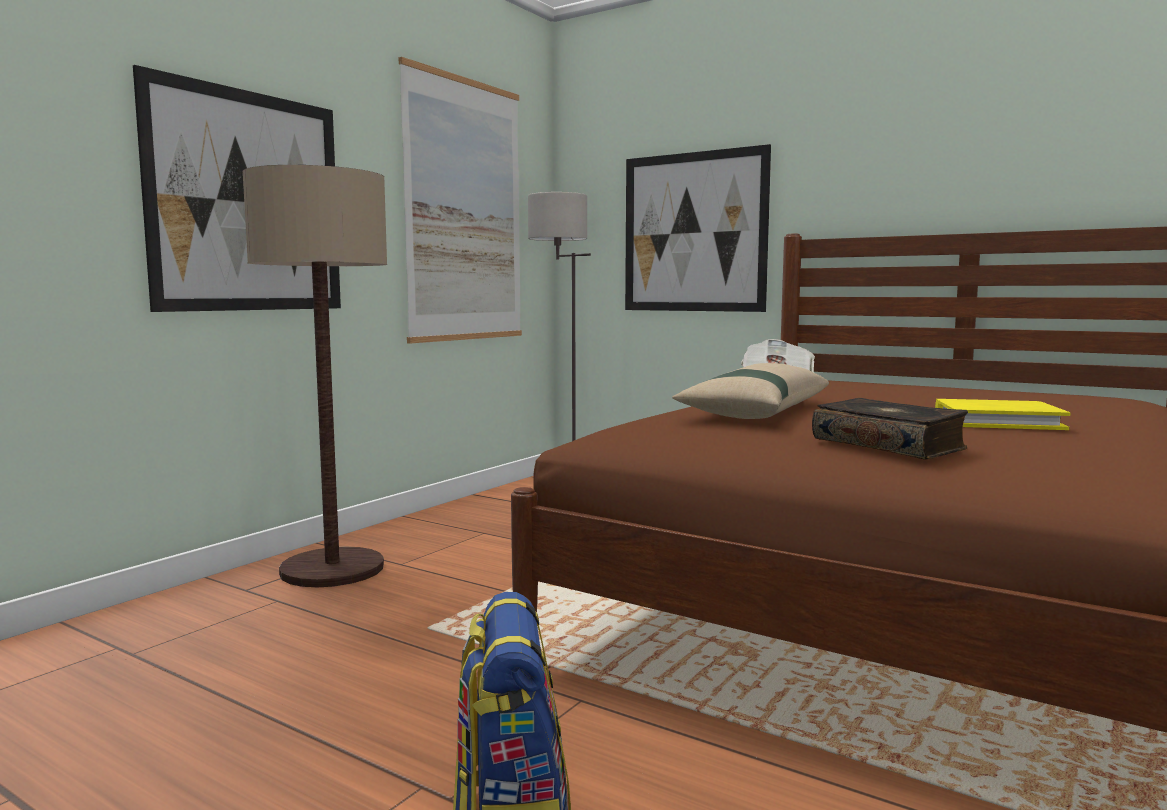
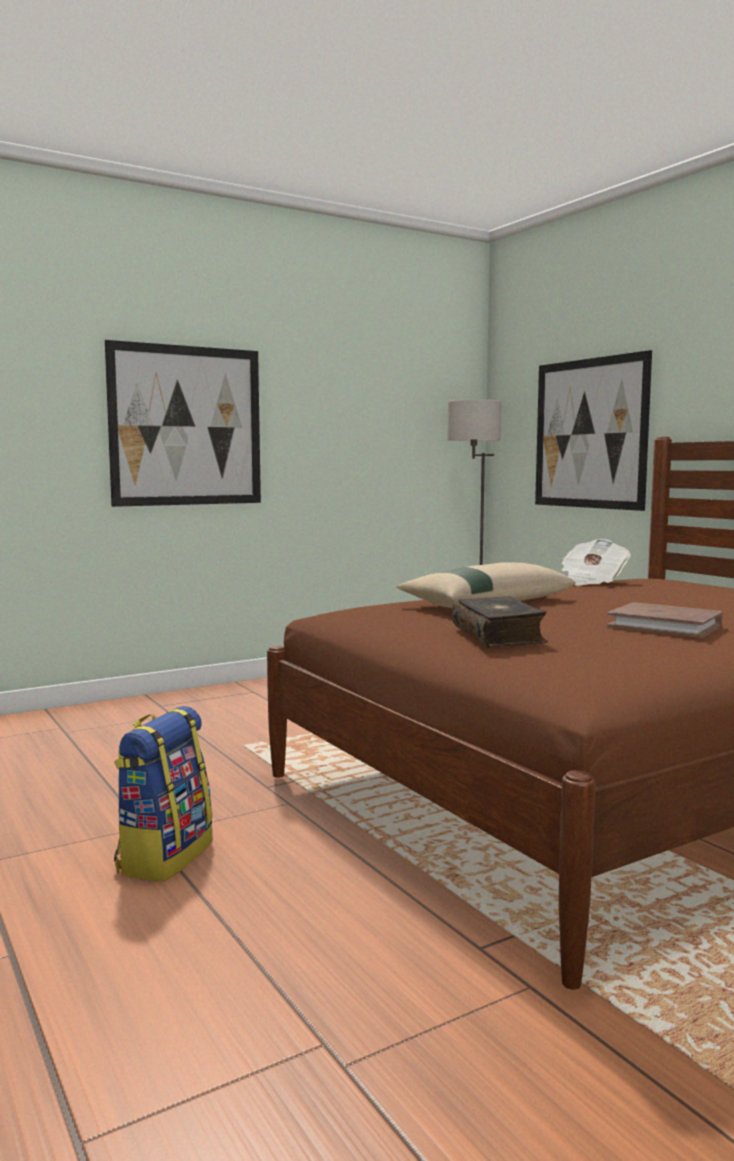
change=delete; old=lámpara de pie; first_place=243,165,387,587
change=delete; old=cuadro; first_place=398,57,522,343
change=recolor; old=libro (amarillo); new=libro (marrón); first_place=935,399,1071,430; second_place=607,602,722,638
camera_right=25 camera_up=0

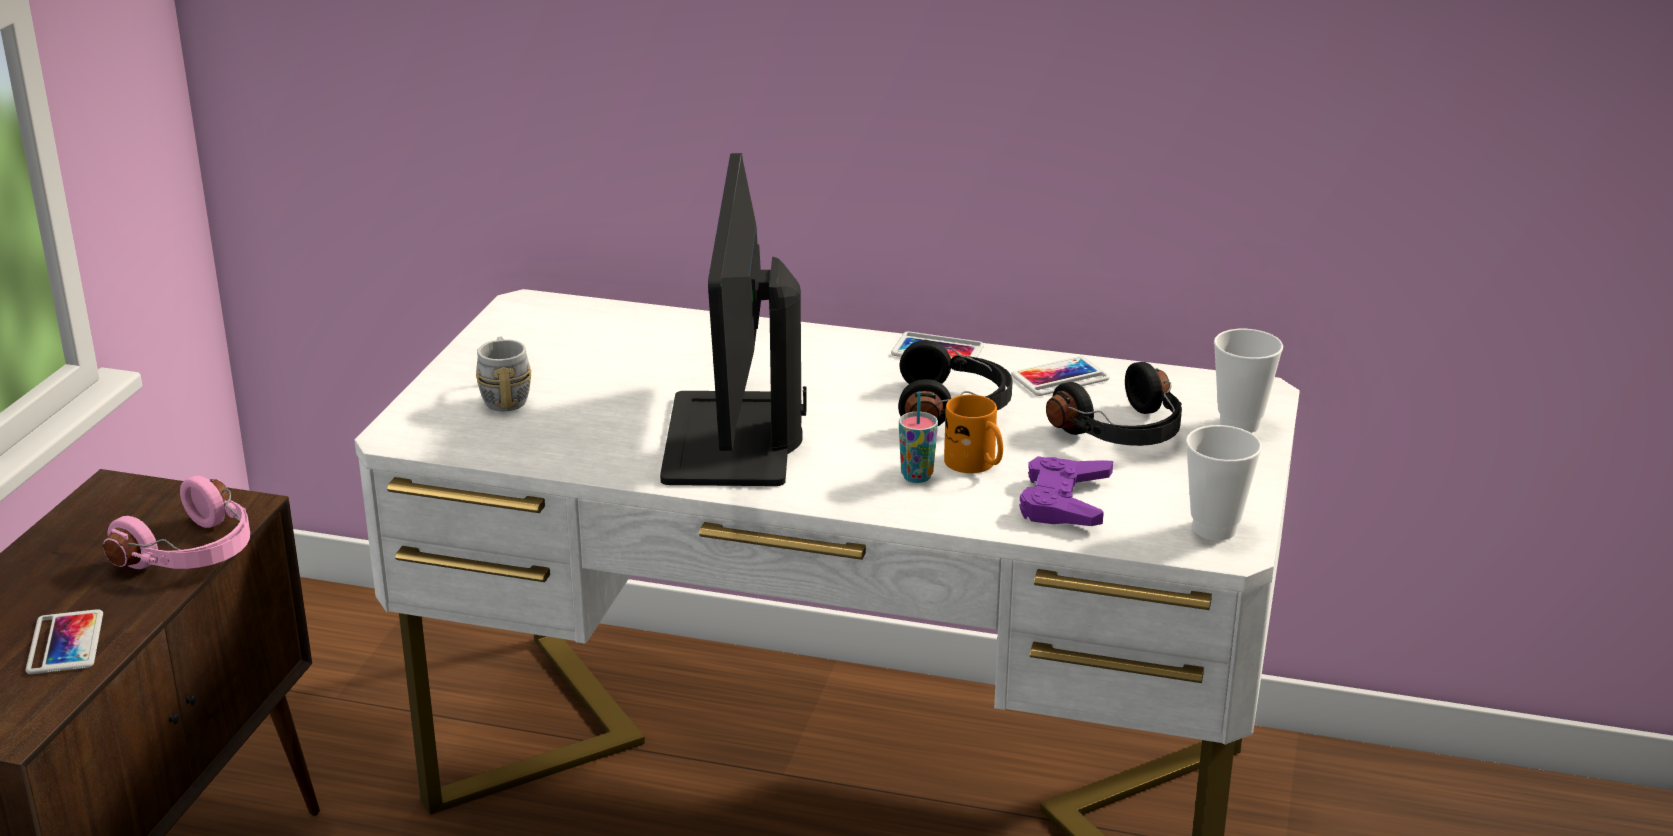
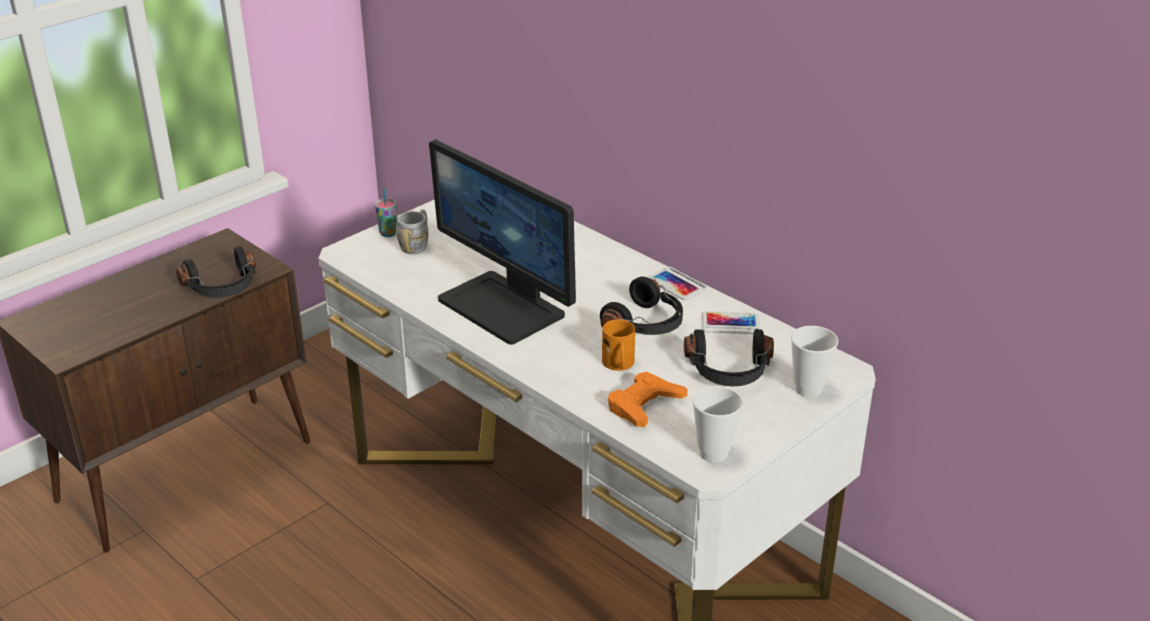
change=delete; old=móvil; first_place=25,609,103,674
change=recolor; old=auriculares (rosa); new=auriculares (negro); first_place=103,476,250,569; second_place=176,246,256,298
change=rotate; old=monitor; first_place=660,153,807,486; second_place=429,139,576,345; degrees=-75
change=move; old=taza; first_place=899,392,938,483; second_place=375,188,397,237
change=recolor; old=mando de consola (morado); new=mando de consola (naranja); first_place=1019,456,1113,526; second_place=608,372,688,427
camera_right=30 camera_up=5

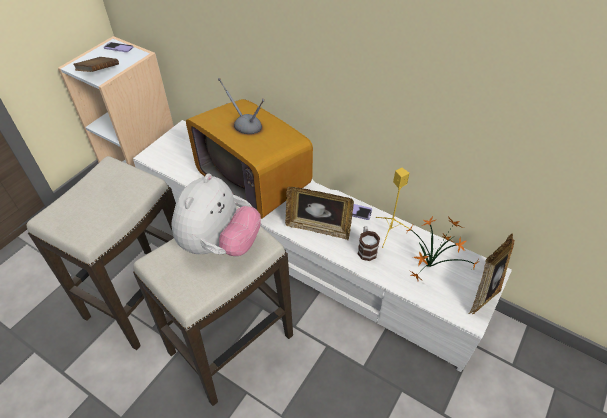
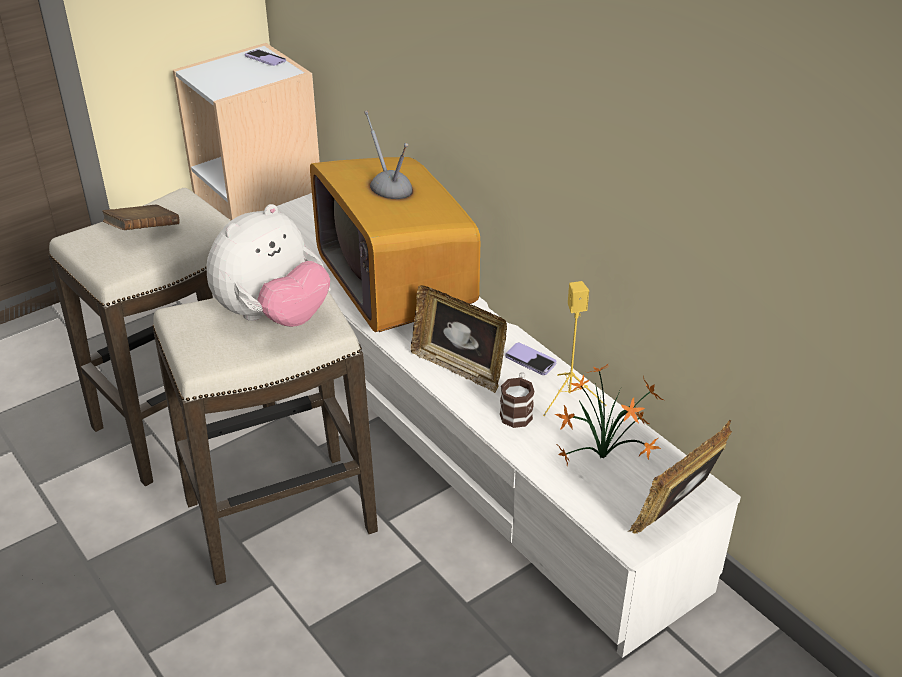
change=move; old=libro (marrón); first_place=73,57,119,72; second_place=102,205,179,230
camera_right=20 camera_up=-10

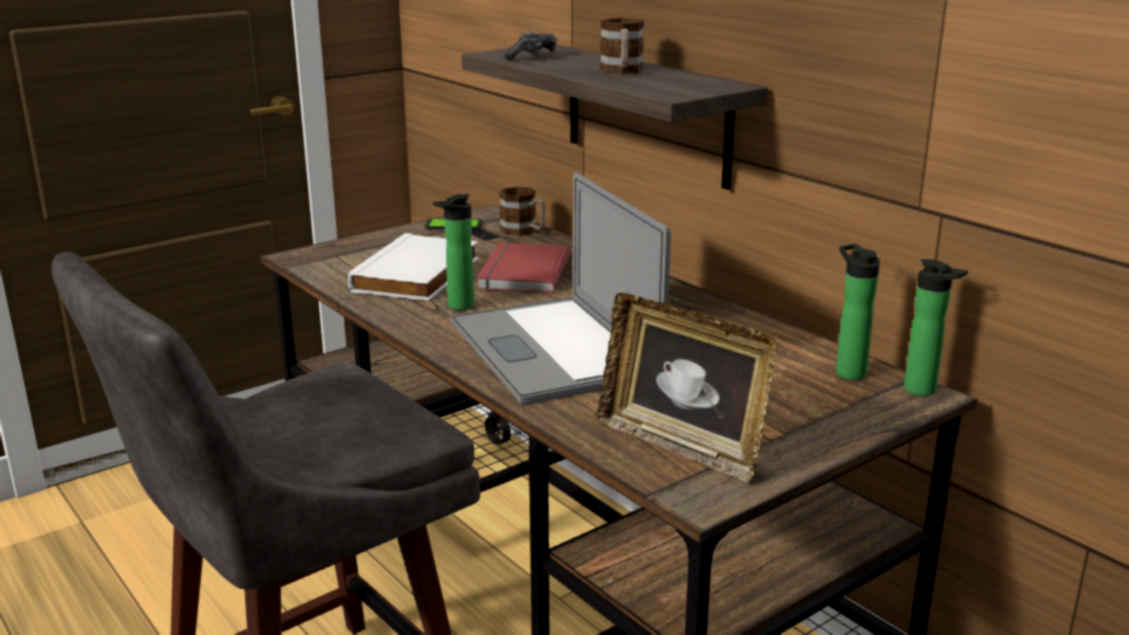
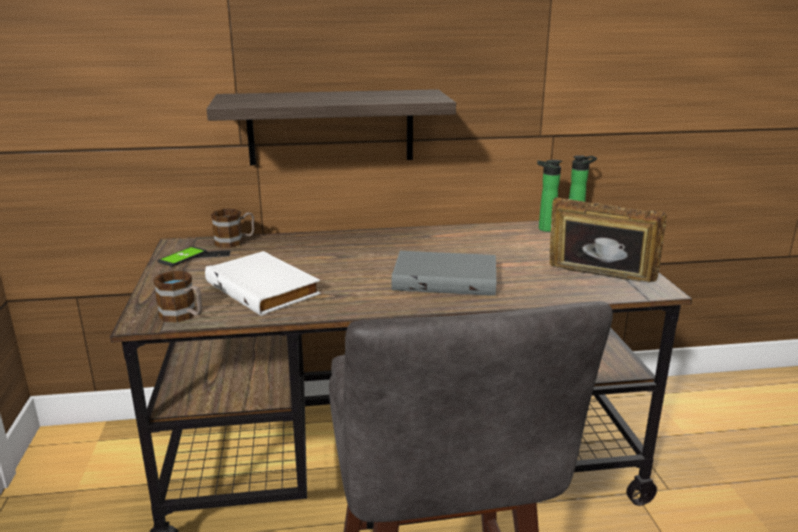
change=delete; old=botella; first_place=433,194,474,310
change=replace; old=portátil; new=libro (gris); first_place=451,172,671,404; second_place=392,251,497,296
change=delete; old=libro (rojo); first_place=476,242,571,293
change=delete; old=mando de consola; first_place=504,31,557,60
change=rotate; old=portarretratos; first_place=597,293,776,483; second_place=550,197,666,282; degrees=-135
change=move; old=taza grande; first_place=600,18,644,74; second_place=153,271,202,323
camera_right=-60 camera_up=0

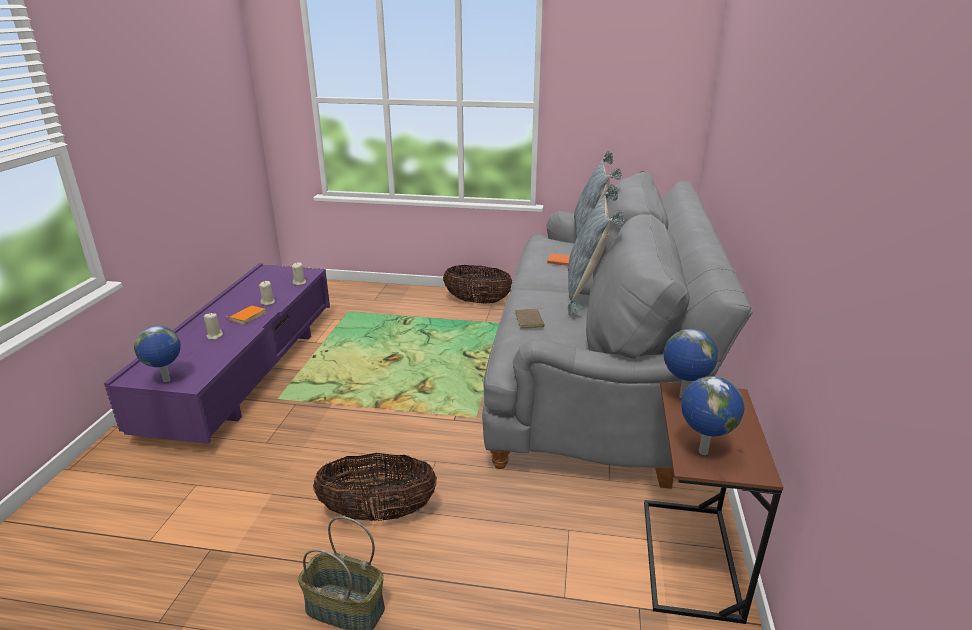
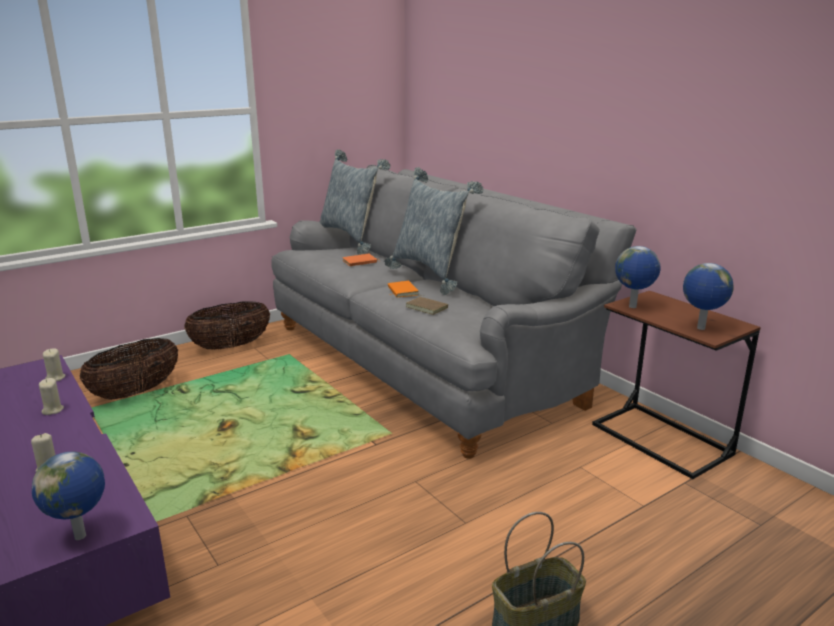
change=move; old=libro (naranja); first_place=225,306,266,324; second_place=388,281,418,297
change=move; old=cesta; first_place=313,453,437,521; second_place=80,338,178,400
camera_right=-45 camera_up=-5

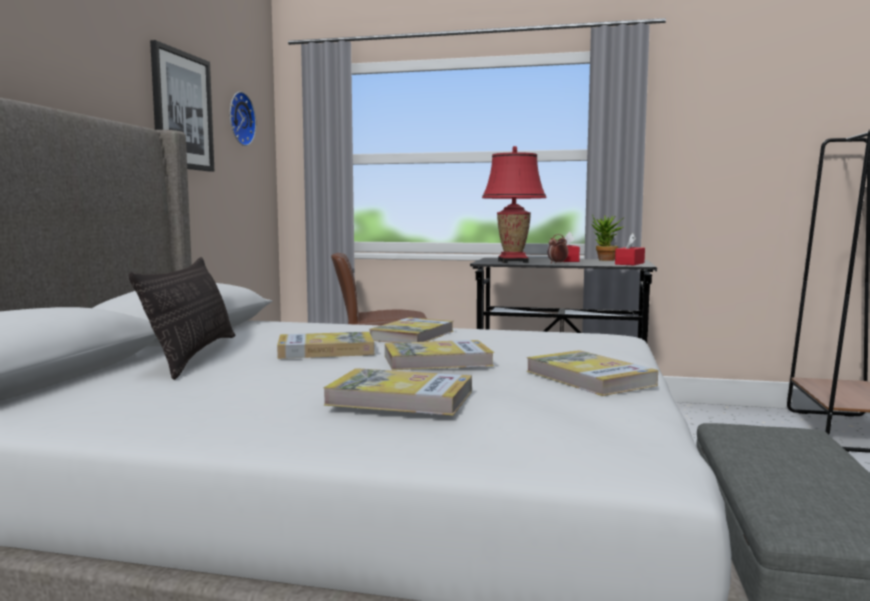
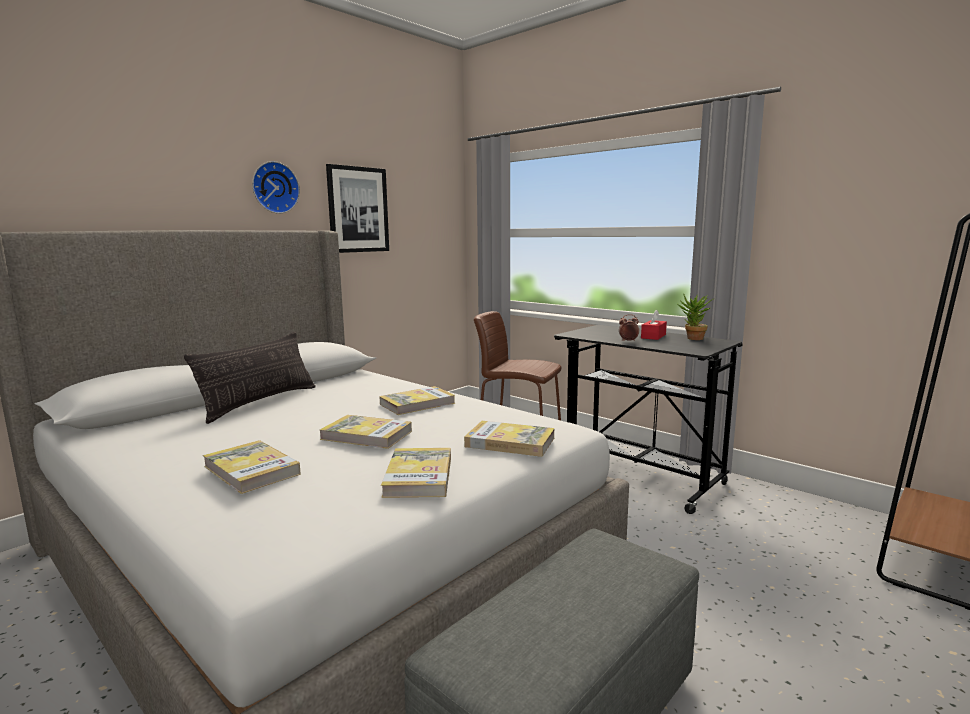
change=move; old=reloj de pared; first_place=230,92,256,146; second_place=252,161,300,214
change=move; old=libro; first_place=277,332,374,359; second_place=464,421,555,457
change=delete; old=lámpara de mesa (rojo); first_place=482,146,547,263
change=delete; old=caja de pañuelos (rojo); first_place=615,233,645,265
camera_right=30 camera_up=5

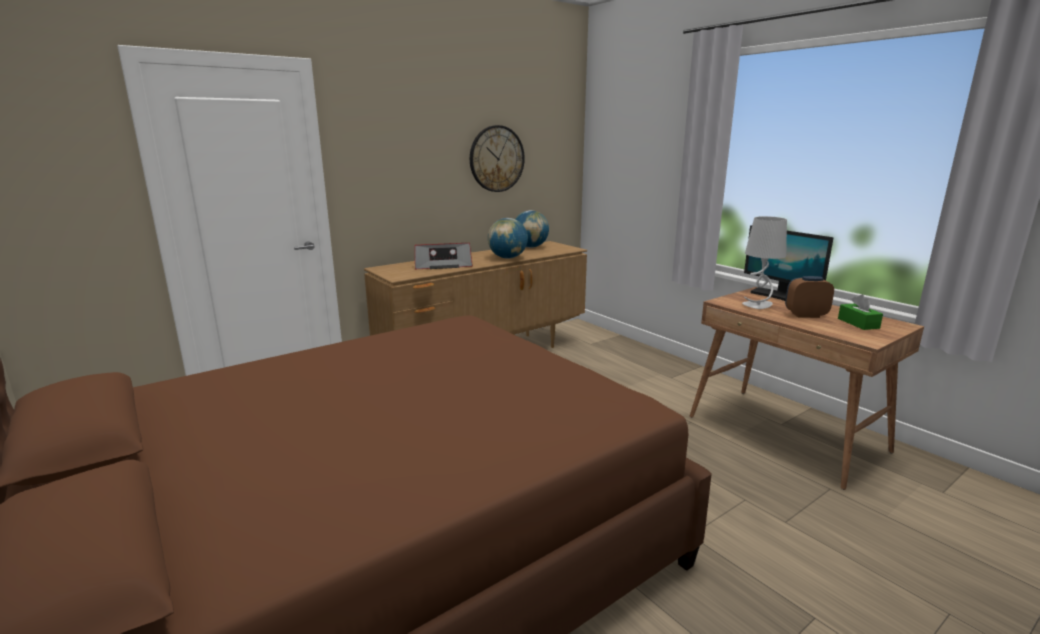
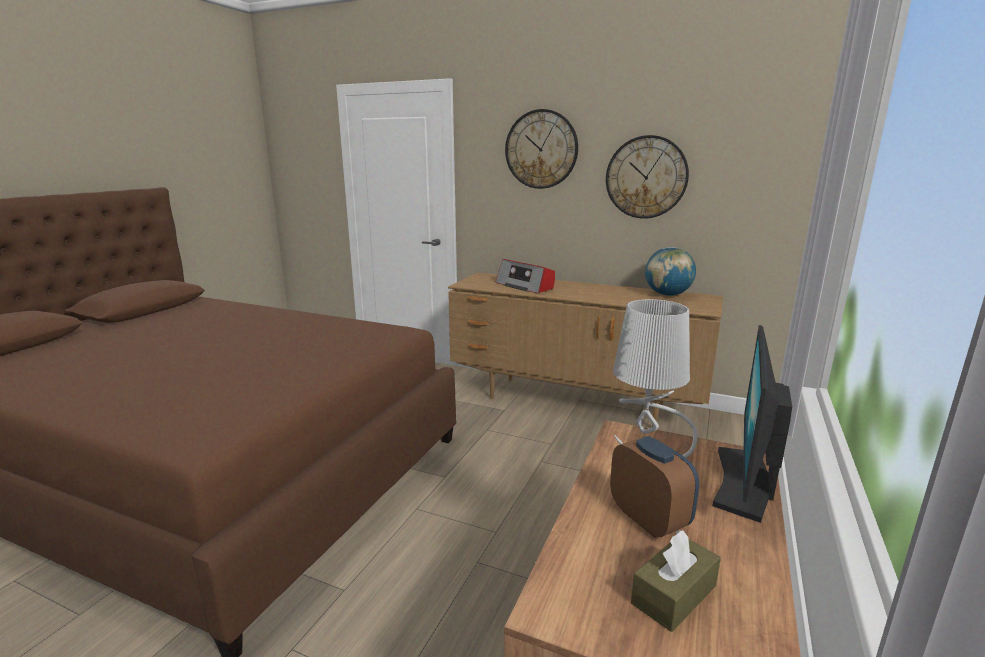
change=delete; old=globo terráqueo; first_place=488,218,528,258
change=recolor; old=caja de pañuelos (verde); new=caja de pañuelos (marrón); first_place=838,294,883,330; second_place=631,531,721,632
change=insert; new=reloj de pared; second_place=505,109,578,189
camera_right=60 camera_up=0

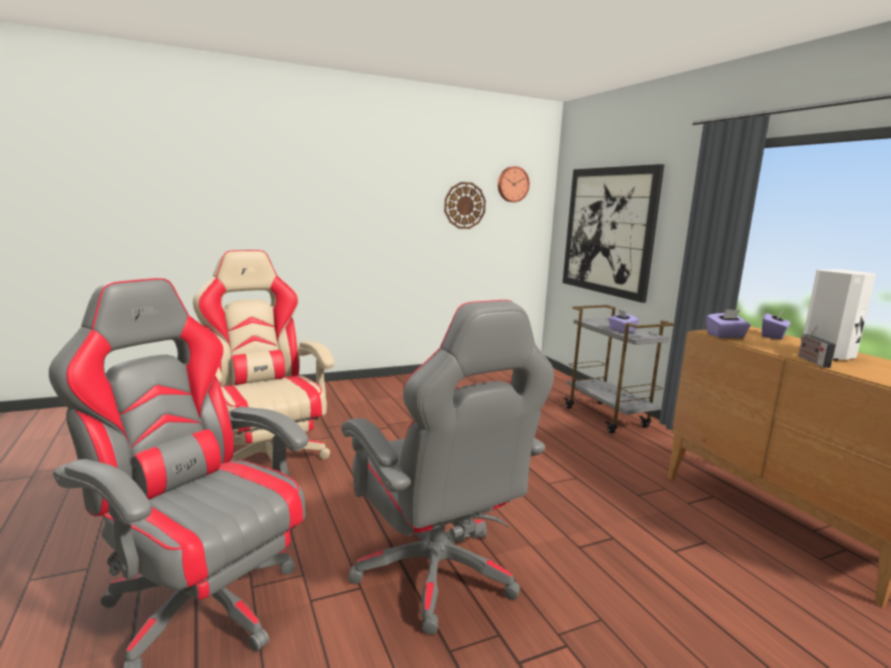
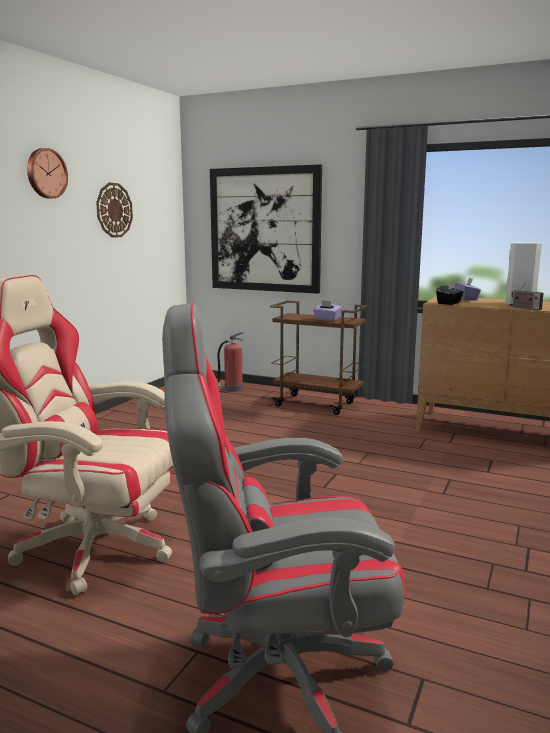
change=delete; old=silla de oficina (gris); first_place=341,300,554,635
change=move; old=reloj de pared; first_place=498,166,530,202; second_place=27,148,68,198
change=recolor; old=carrito (gris); new=carrito (marrón); first_place=563,305,674,434; second_place=270,300,368,415
change=recolor; old=caja de pañuelos (morado); new=caja de pañuelos (negro); first_place=706,309,751,338; second_place=436,281,464,305
change=insert; new=extintor; second_place=217,332,243,392
camera_right=-40 camera_up=0

